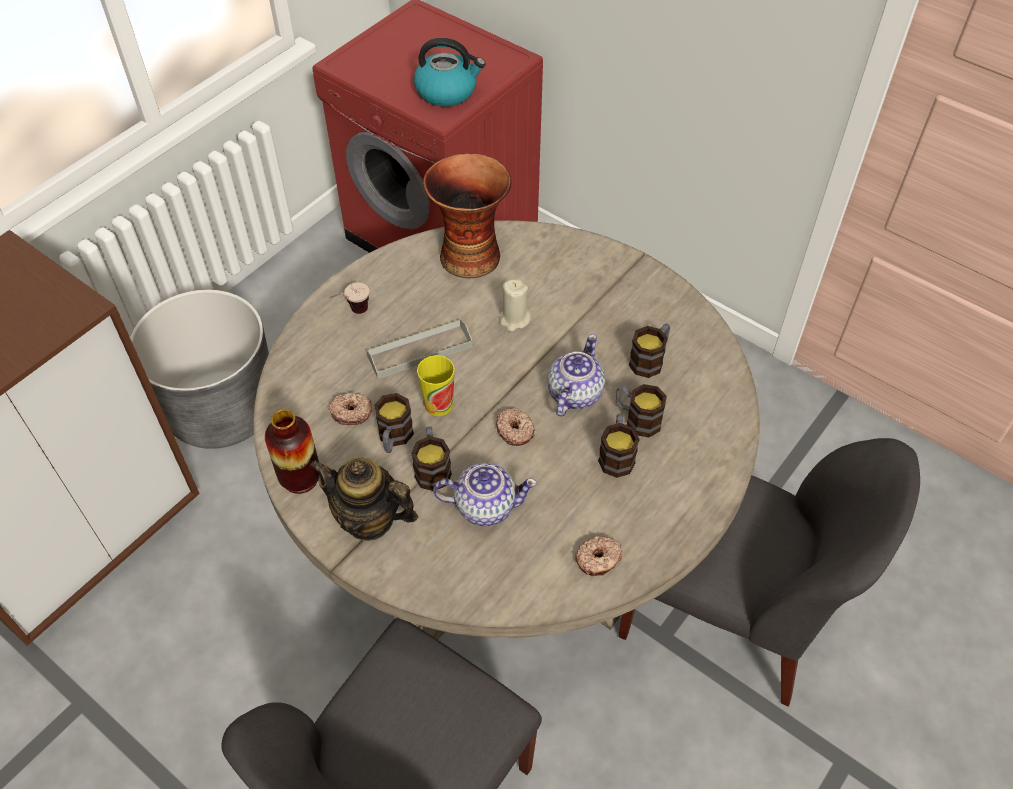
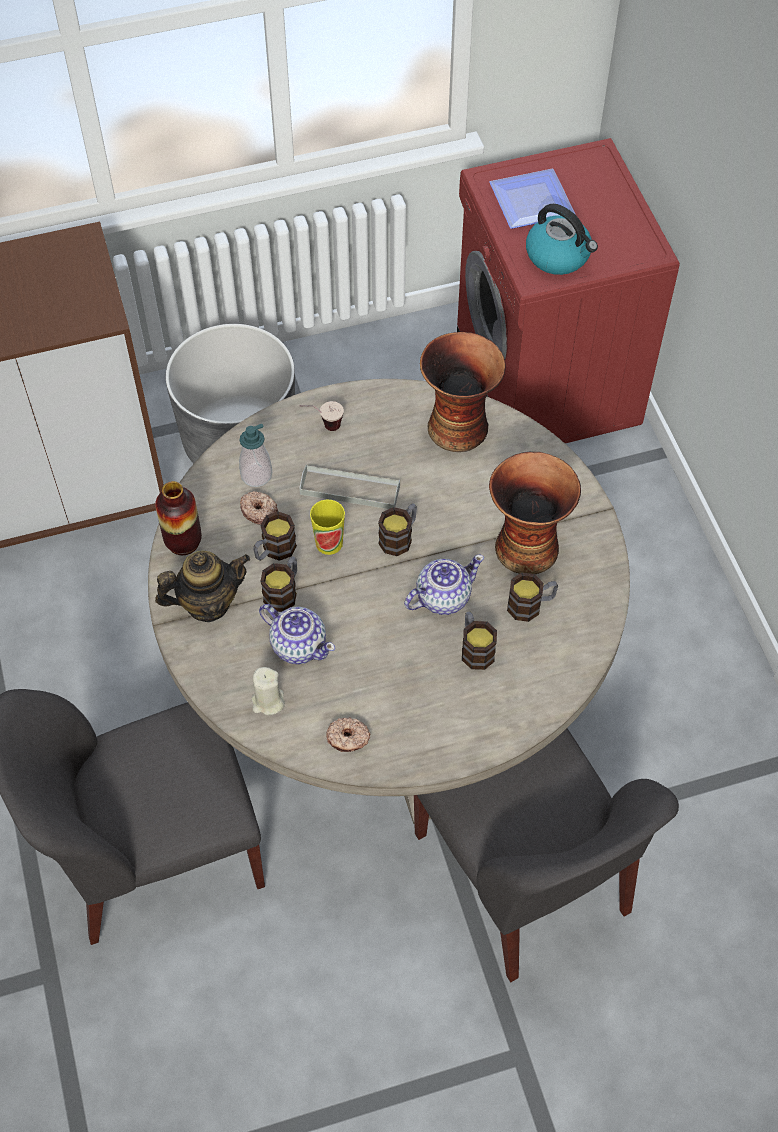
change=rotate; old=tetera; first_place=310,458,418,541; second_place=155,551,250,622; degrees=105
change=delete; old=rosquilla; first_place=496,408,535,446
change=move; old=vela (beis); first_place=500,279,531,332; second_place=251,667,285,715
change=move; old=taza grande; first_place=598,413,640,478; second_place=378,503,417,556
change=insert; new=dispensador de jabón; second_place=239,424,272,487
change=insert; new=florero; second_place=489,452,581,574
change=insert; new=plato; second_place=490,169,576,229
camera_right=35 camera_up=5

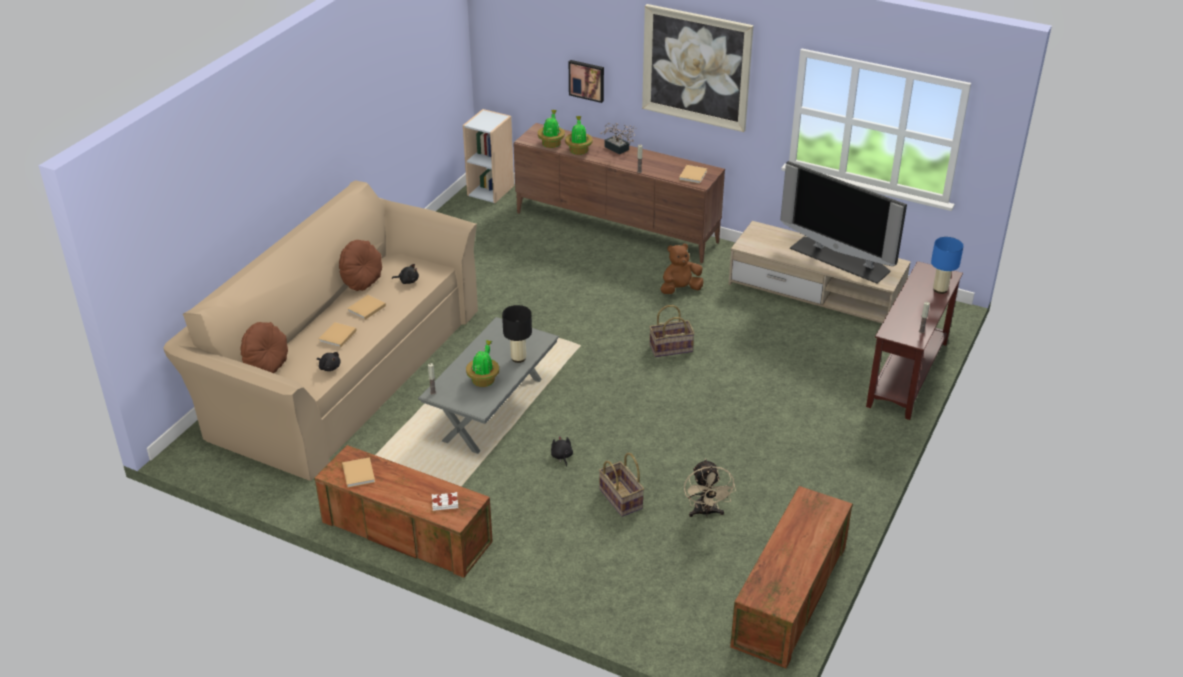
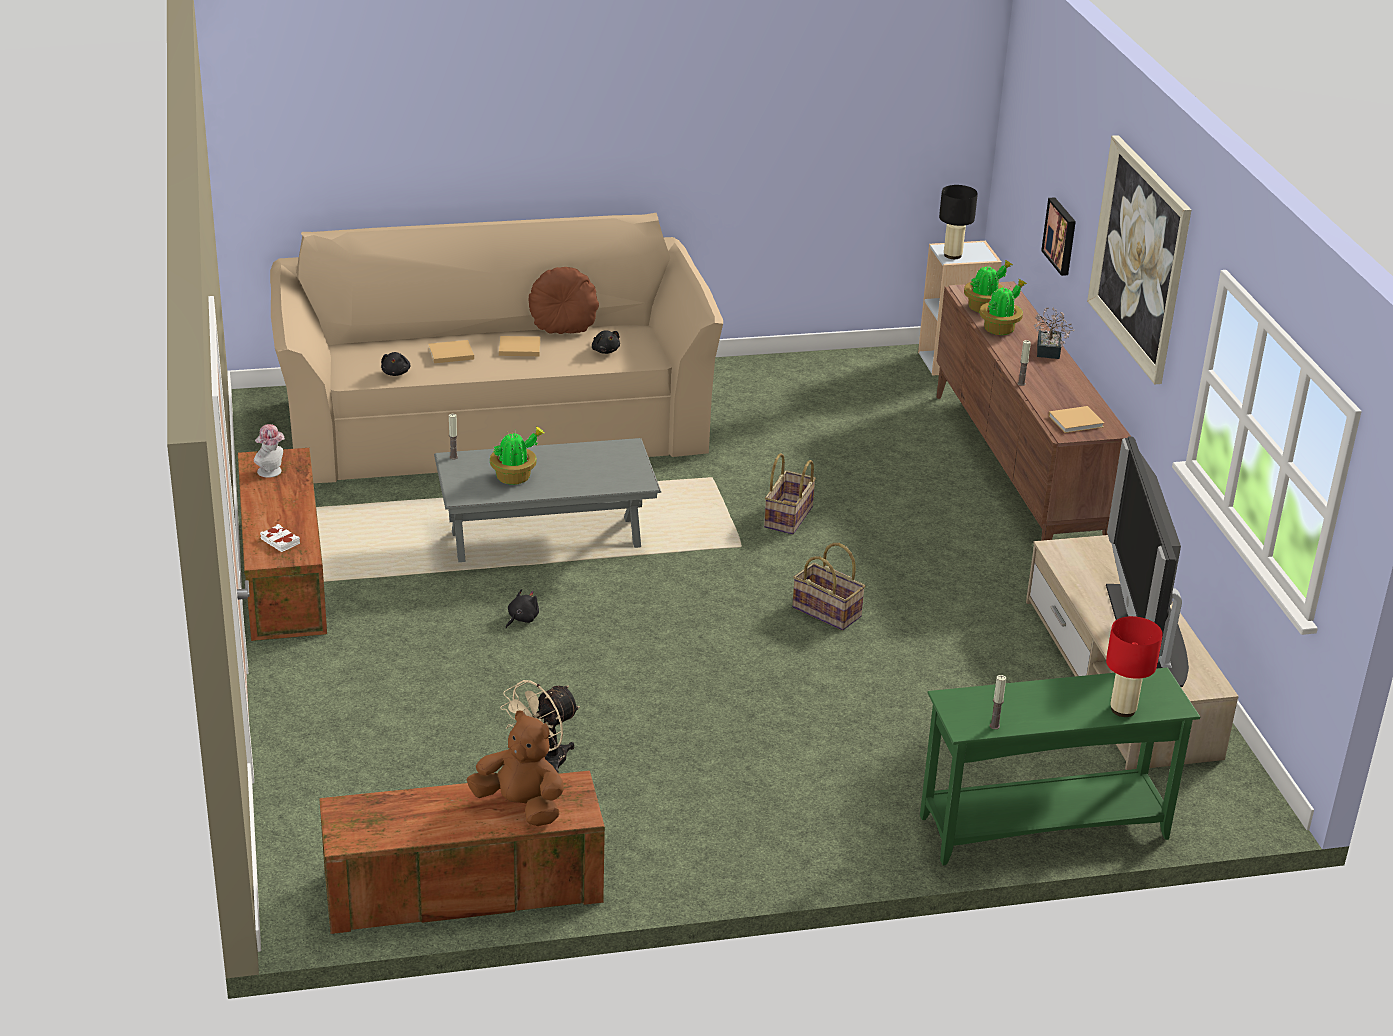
change=delete; old=cojín (marrón); first_place=240,322,288,373
change=replace; old=libro (beis); new=sombrero; first_place=342,457,375,488; second_place=254,424,285,478
change=move; old=lámpara de mesa (negro); first_place=502,305,532,363; second_place=939,185,978,259
change=move; old=cesta; first_place=599,453,644,517; second_place=764,453,816,534
change=move; old=peluche (marrón); first_place=661,244,704,294; second_place=466,711,564,826
change=recolor; old=mesa consola (marrón); new=mesa consola (verde); first_place=866,261,963,420; second_place=920,668,1200,865
change=recolor; old=lámpara de mesa (azul); new=lámpara de mesa (rojo); first_place=931,237,963,294; second_place=1106,616,1163,717
camera_right=50 camera_up=-5

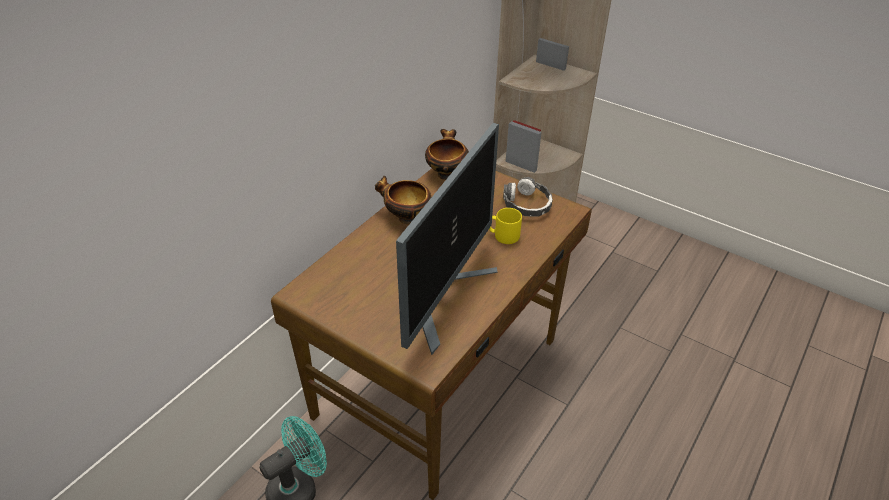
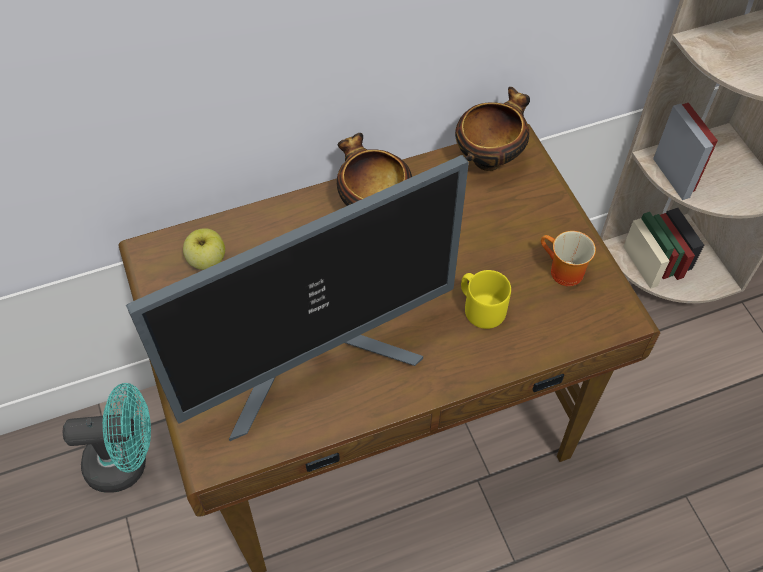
change=replace; old=auriculares; new=taza grande; first_place=503,177,553,217; second_place=541,231,596,286
change=insert; new=manzana; second_place=183,228,225,270
camera_right=35 camera_up=15

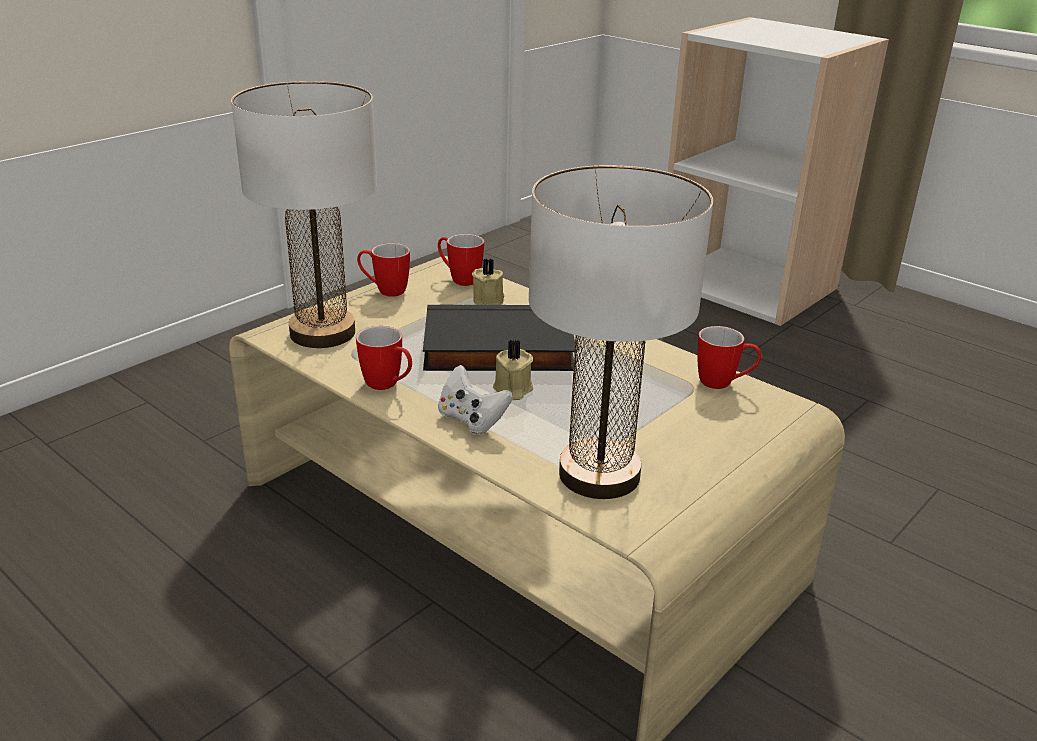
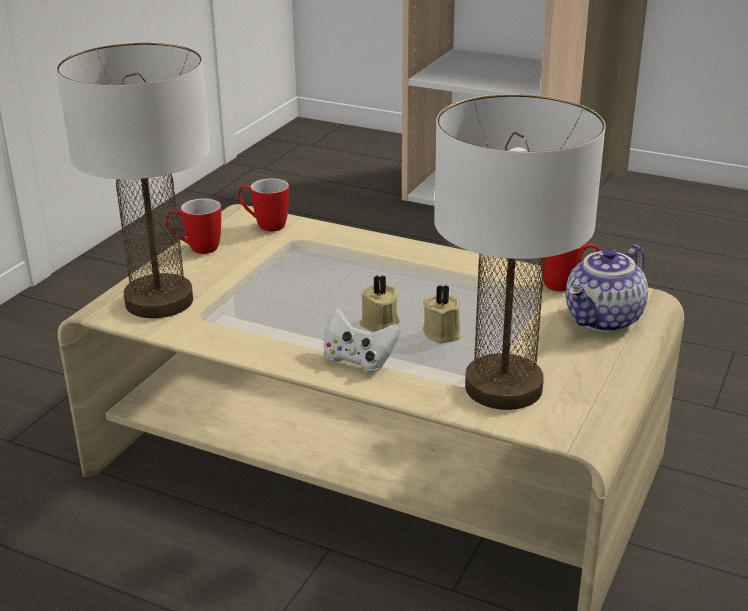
change=delete; old=taza grande; first_place=356,326,412,390
change=delete; old=libro (negro); first_place=423,305,576,371
change=move; old=vela (beis); first_place=472,258,504,305; second_place=423,285,461,344
change=insert; new=tetera; second_place=566,245,648,333
camera_right=-15 camera_up=0

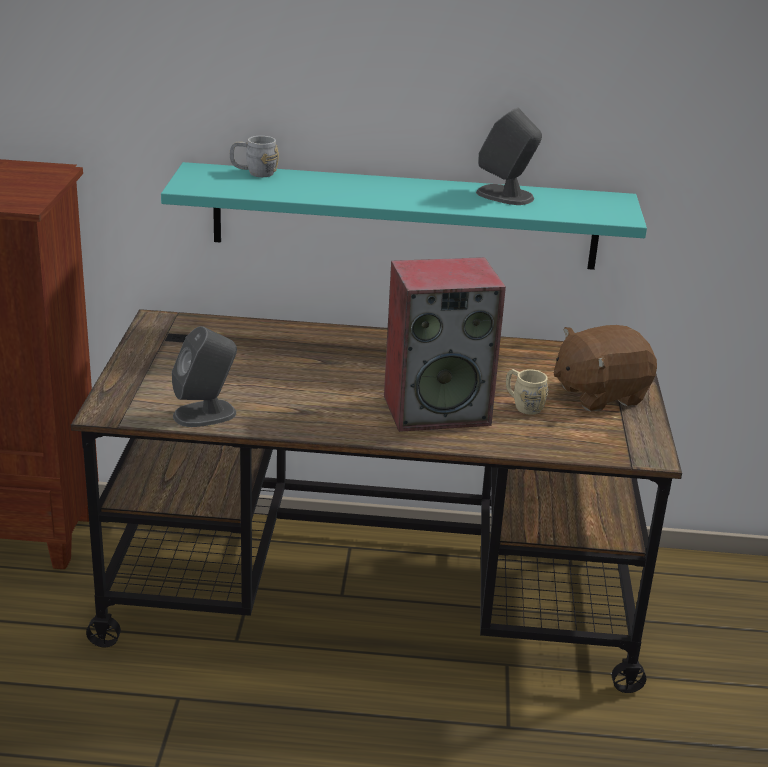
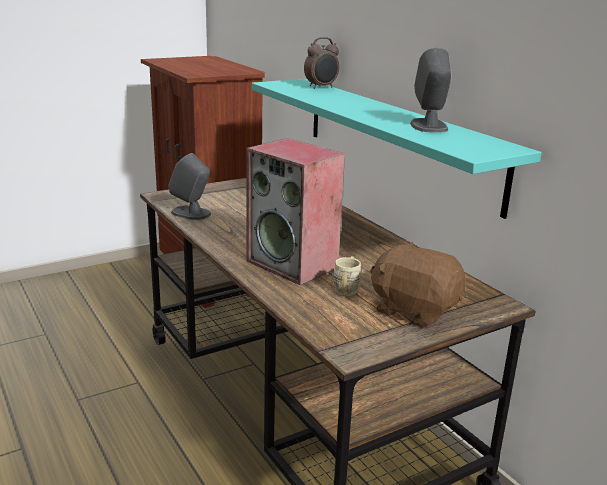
change=replace; old=taza grande (gris); new=despertador; first_place=230,136,279,177; second_place=304,37,339,89
camera_right=55 camera_up=-5

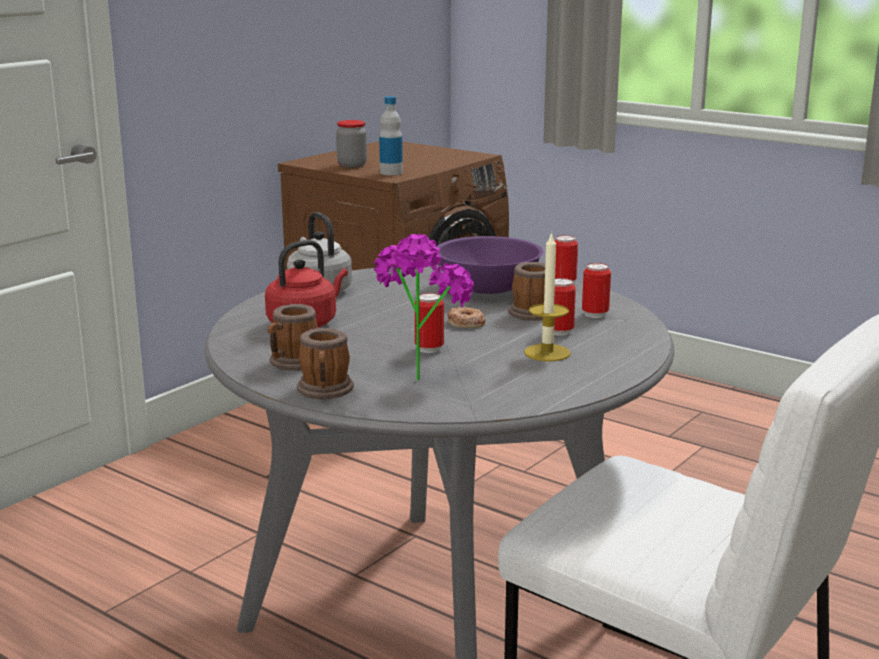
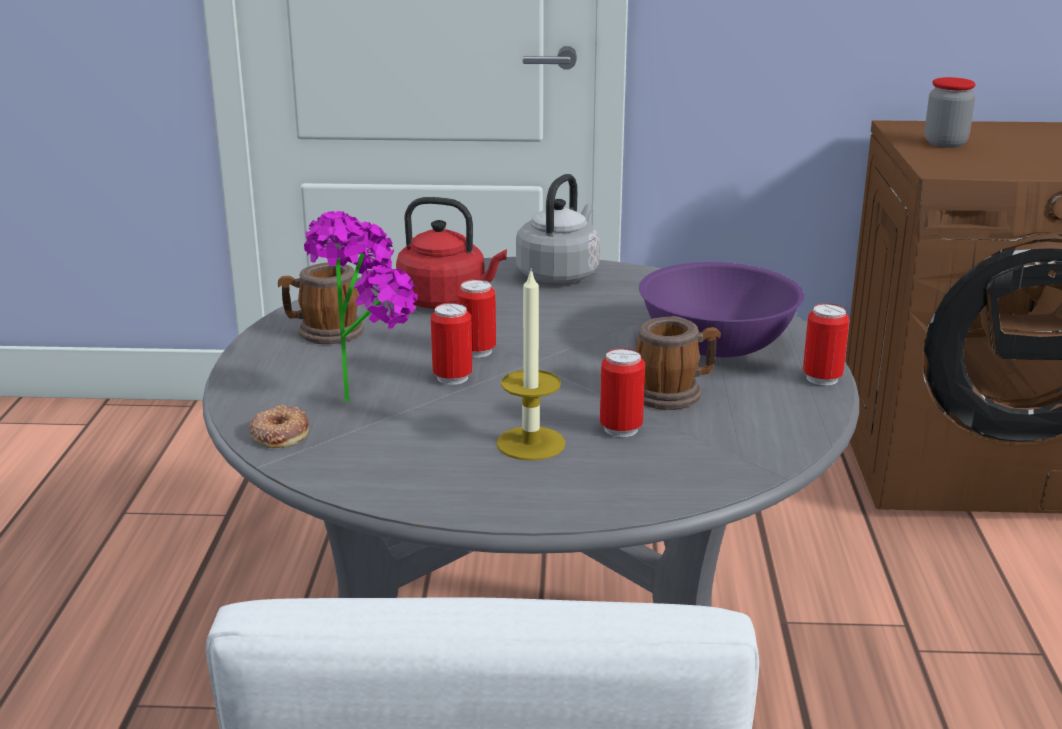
change=delete; old=taza grande; first_place=297,328,354,399
change=delete; old=botella; first_place=379,96,403,175
change=move; old=rosquilla; first_place=447,307,485,328; second_place=249,405,309,448
change=move; old=lata; first_place=582,263,611,318; second_place=457,279,496,358
camera_right=55 camera_up=5

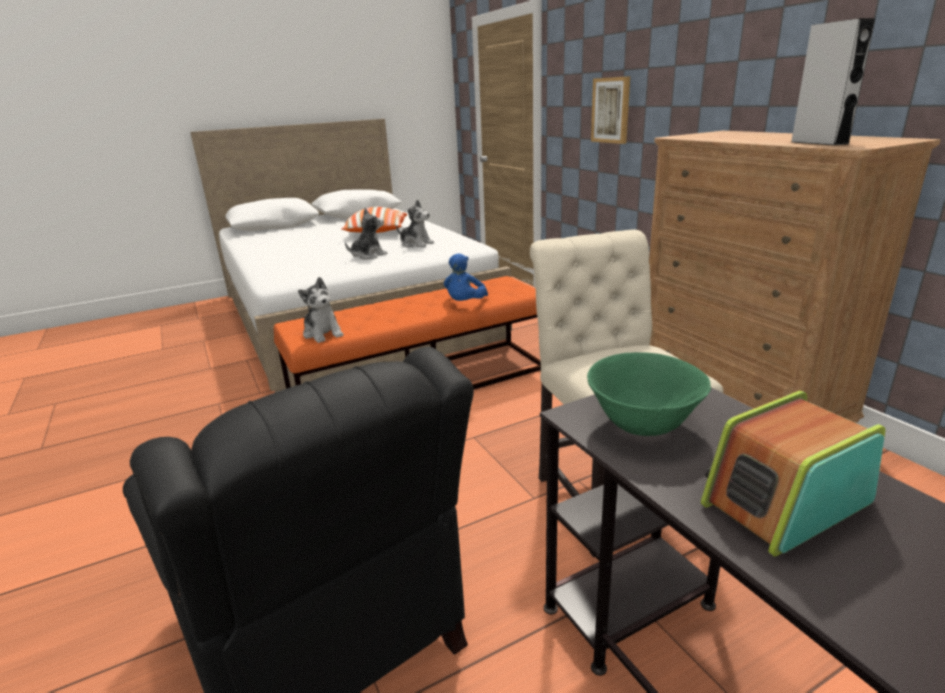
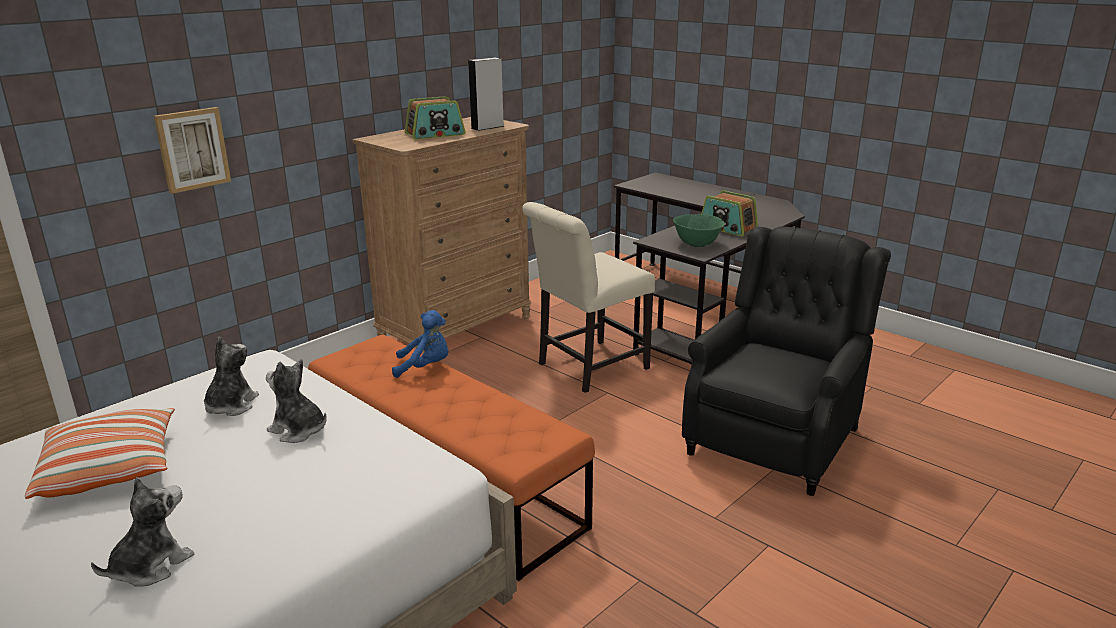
change=move; old=peluche; first_place=298,277,344,343; second_place=91,477,194,586
change=insert; new=radio; second_place=405,96,466,140
camera_right=-110 camera_up=0

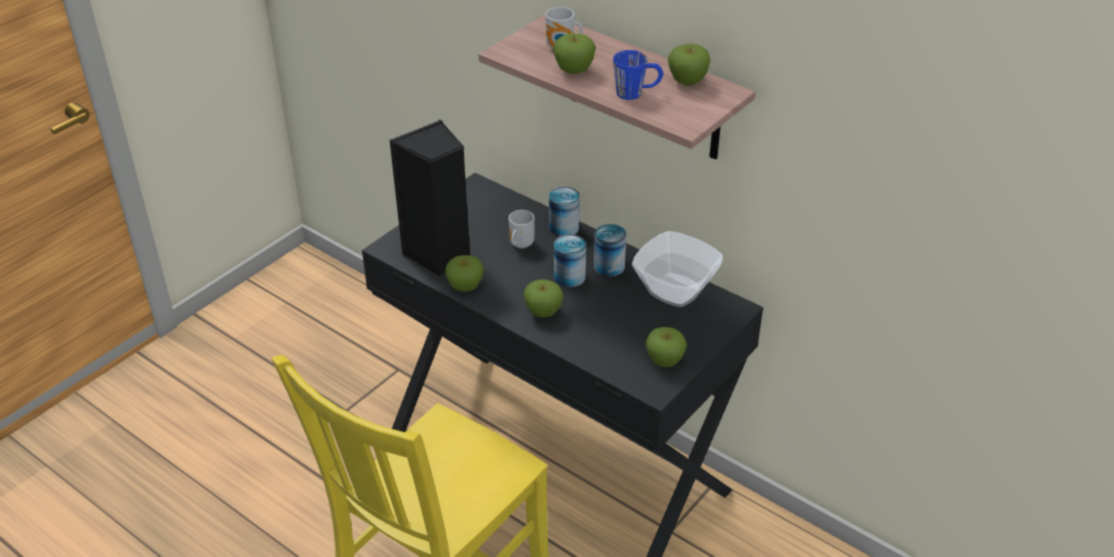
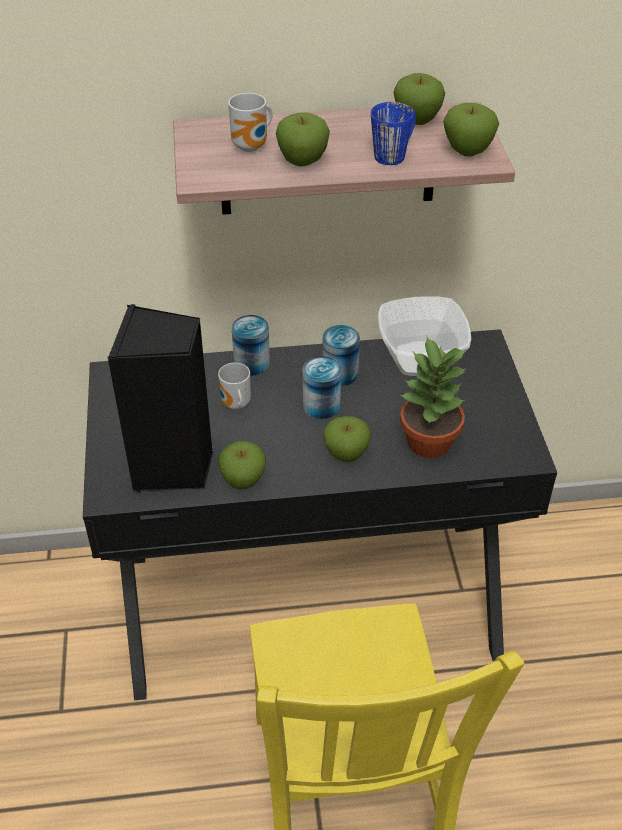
change=move; old=manzana; first_place=646,327,687,367; second_place=443,103,499,157
change=insert; new=planta en maceta; second_place=400,337,467,458
camera_right=-45 camera_up=5

